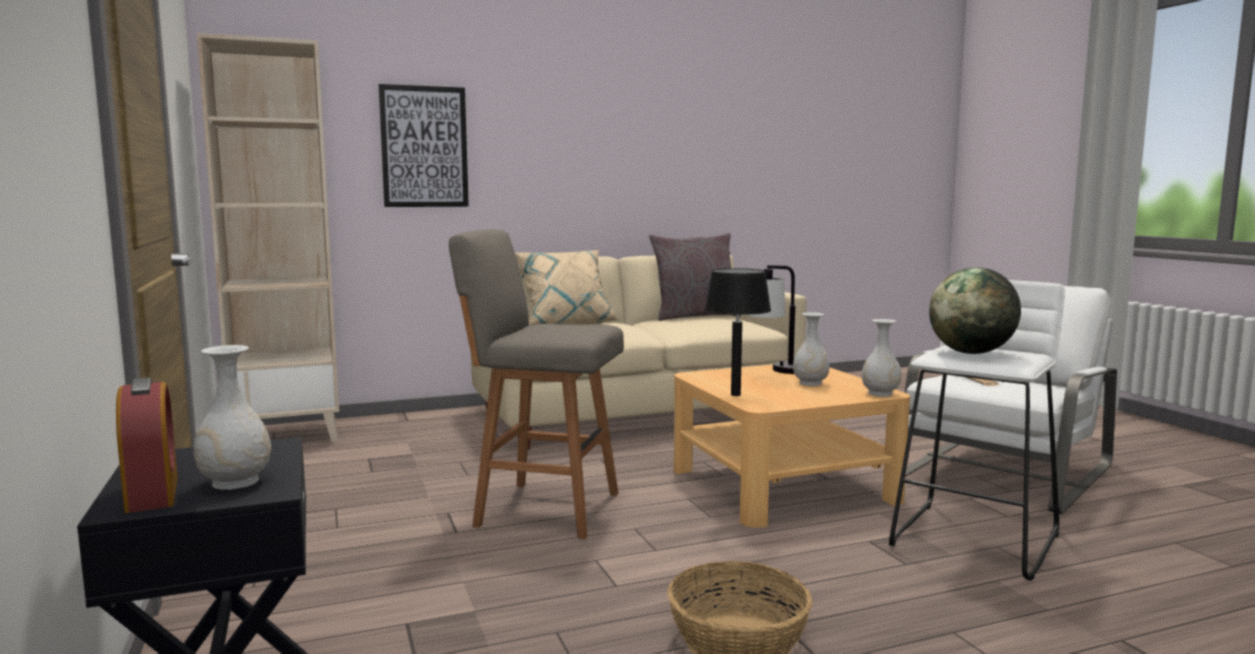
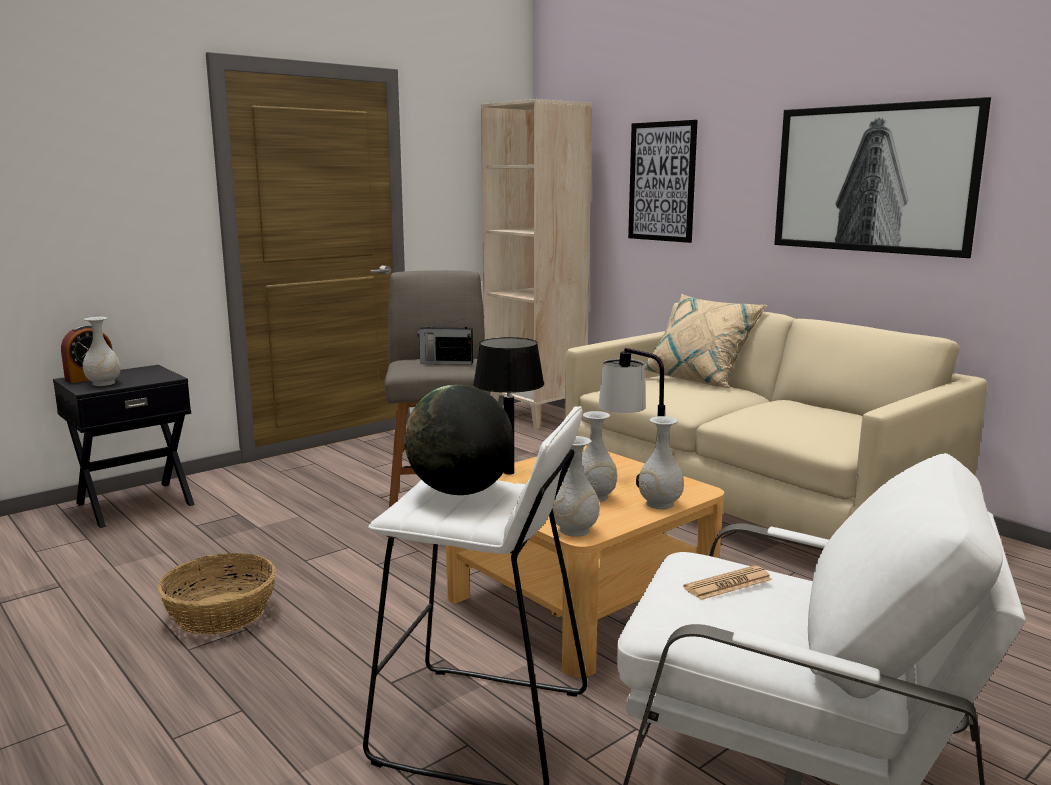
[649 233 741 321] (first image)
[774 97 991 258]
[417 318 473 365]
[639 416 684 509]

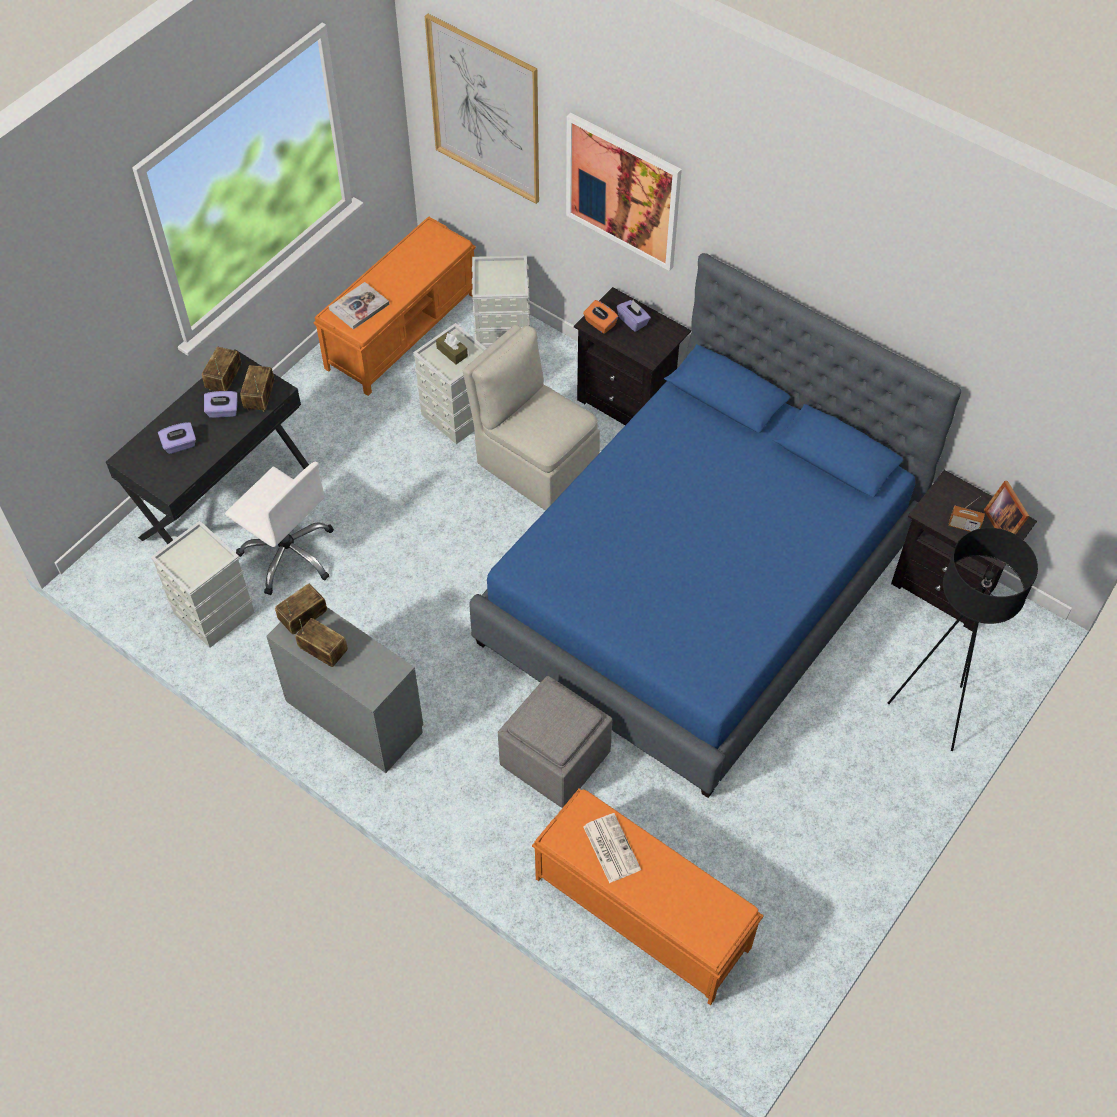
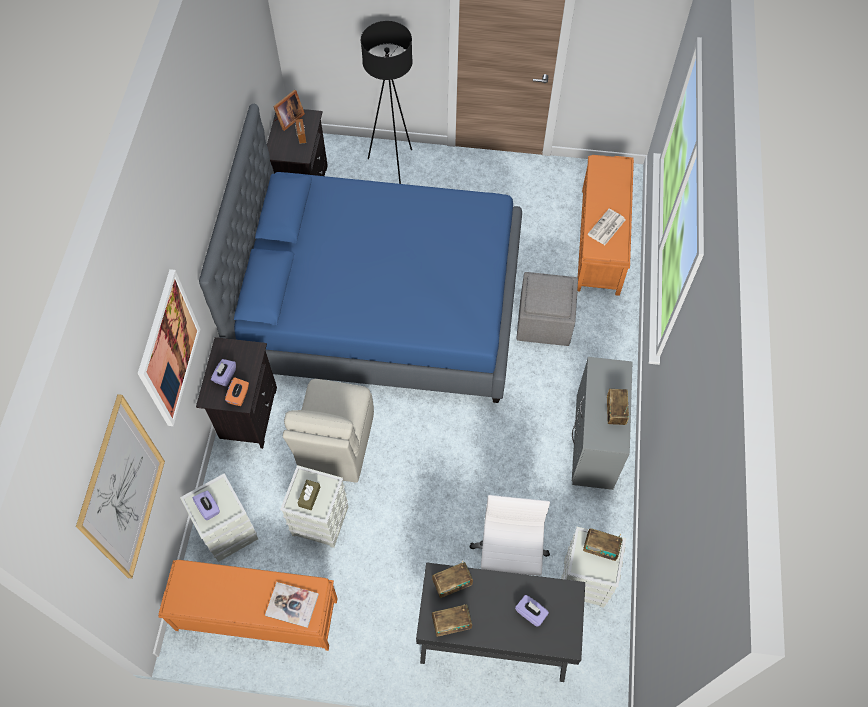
[193 490 220 520]
[583 528 623 561]

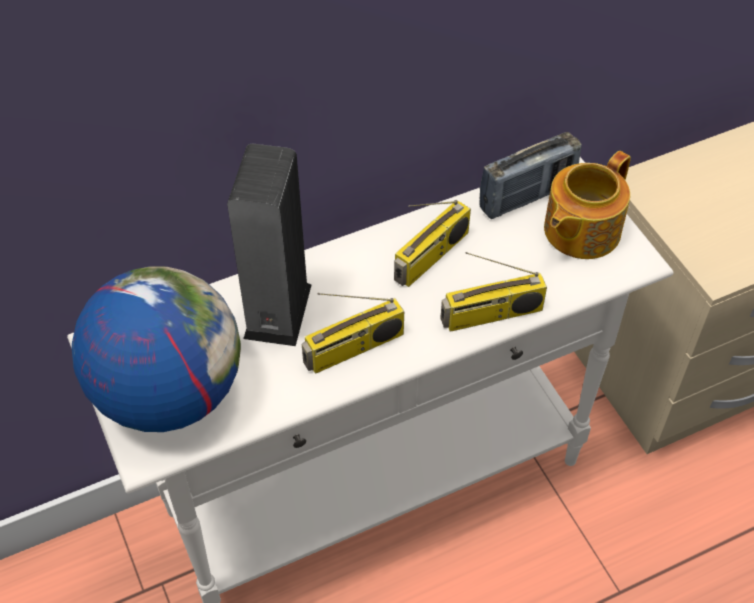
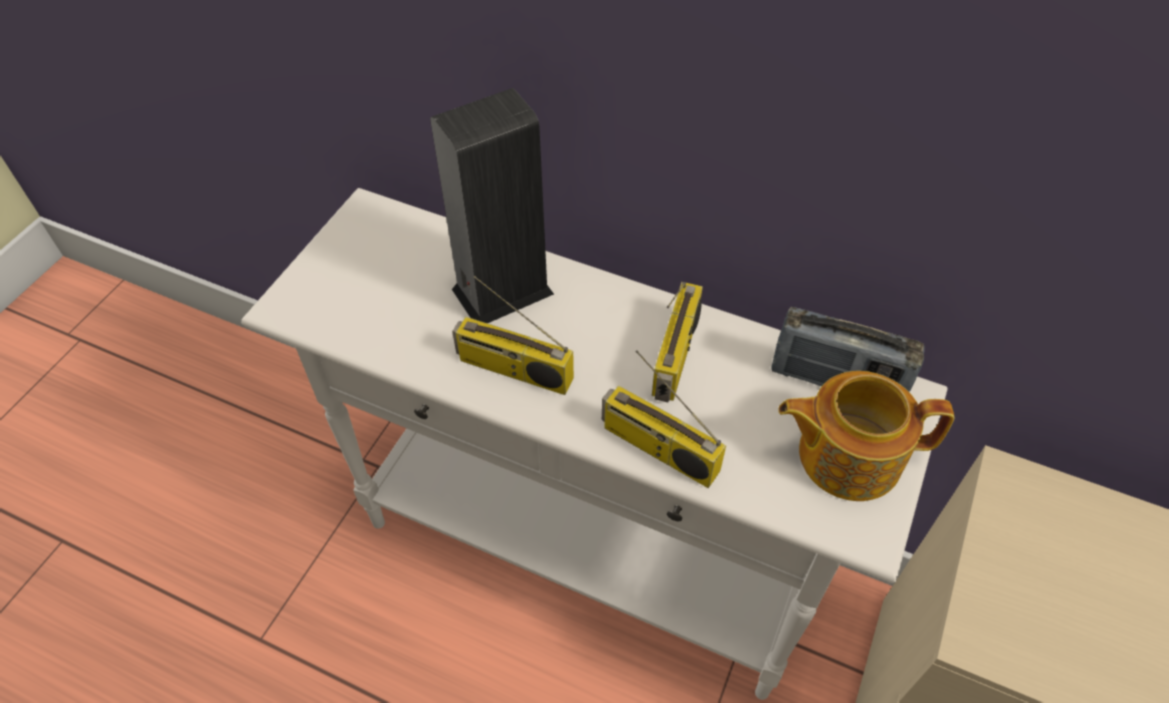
[652 282 703 402]
[72 266 241 432] (first image)

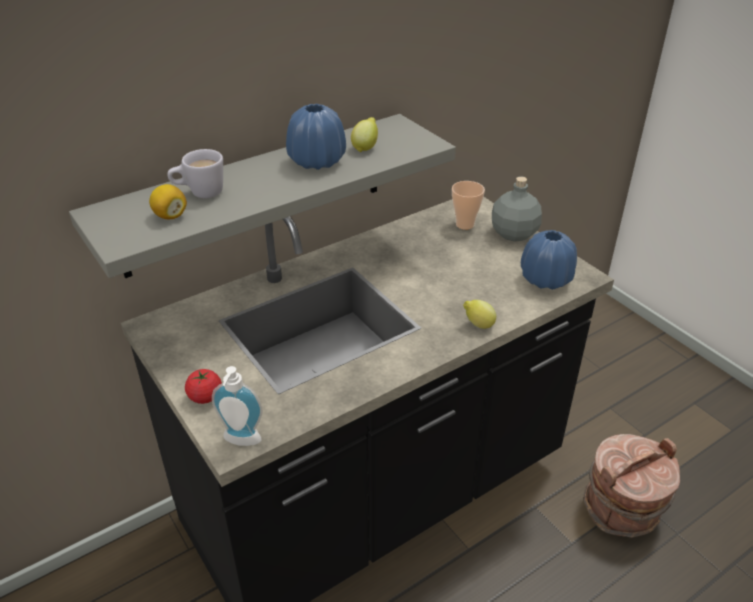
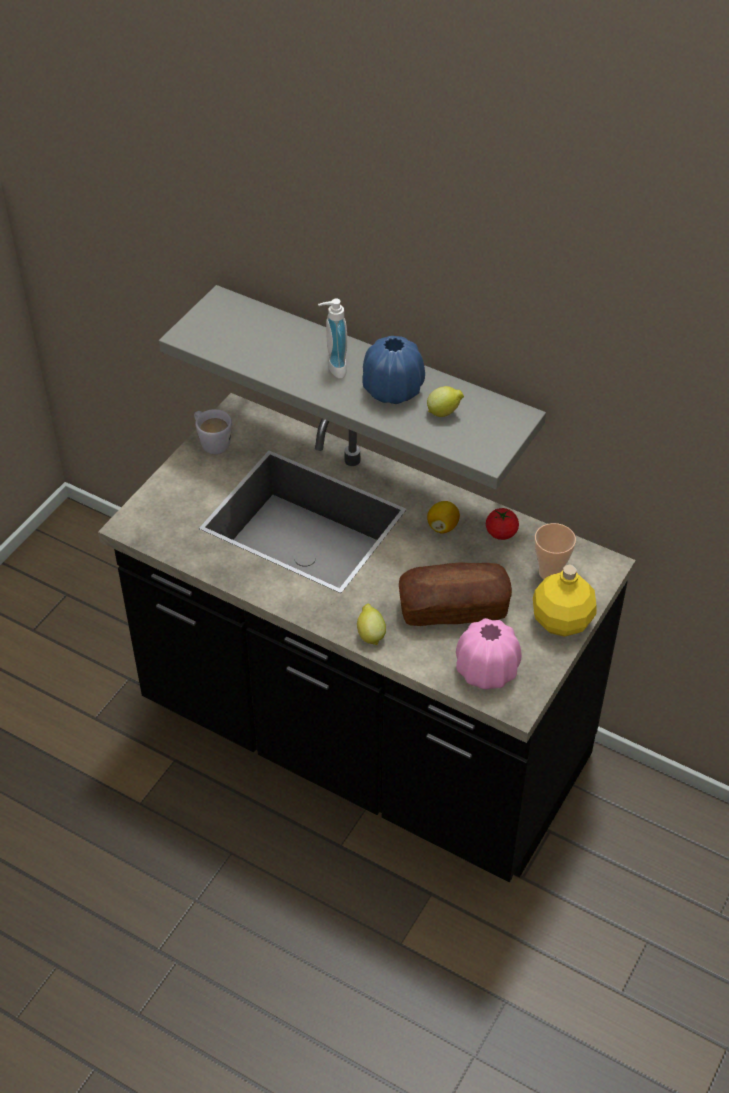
[194 409 232 454]
[533 564 596 637]
[427 501 460 534]
[456 618 522 689]
[318 299 347 379]
[486 508 519 540]
[584 434 680 538] (first image)
[399 563 512 626]

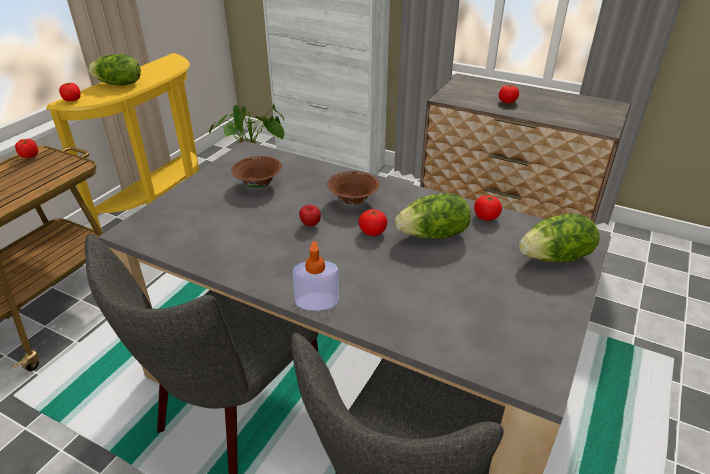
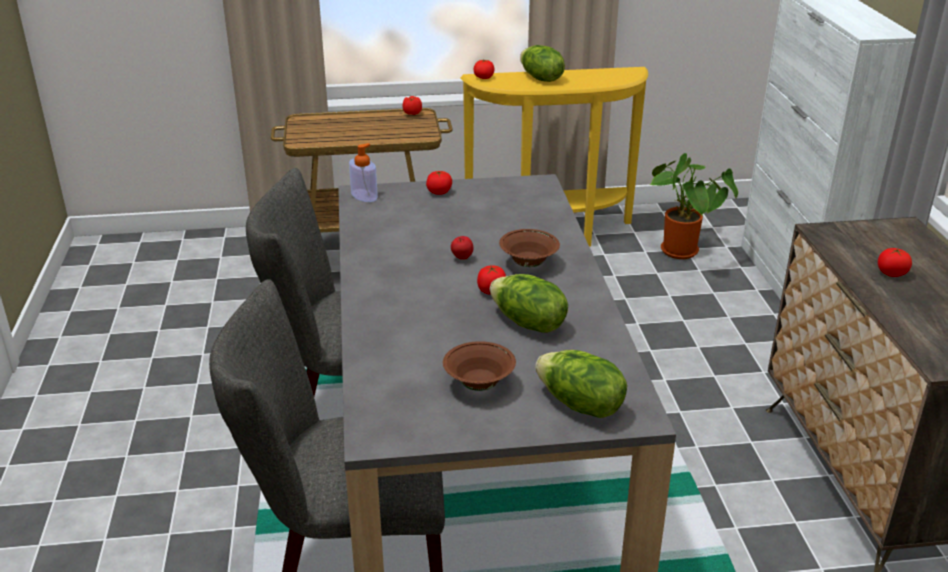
[443 341 516 391]
[426 171 452 195]
[349 143 378 202]

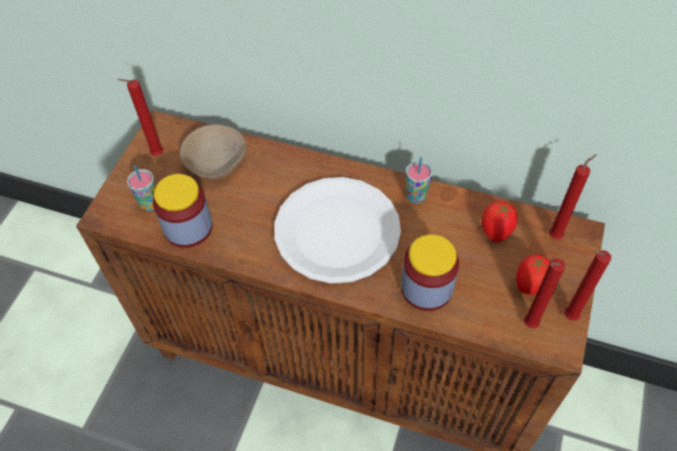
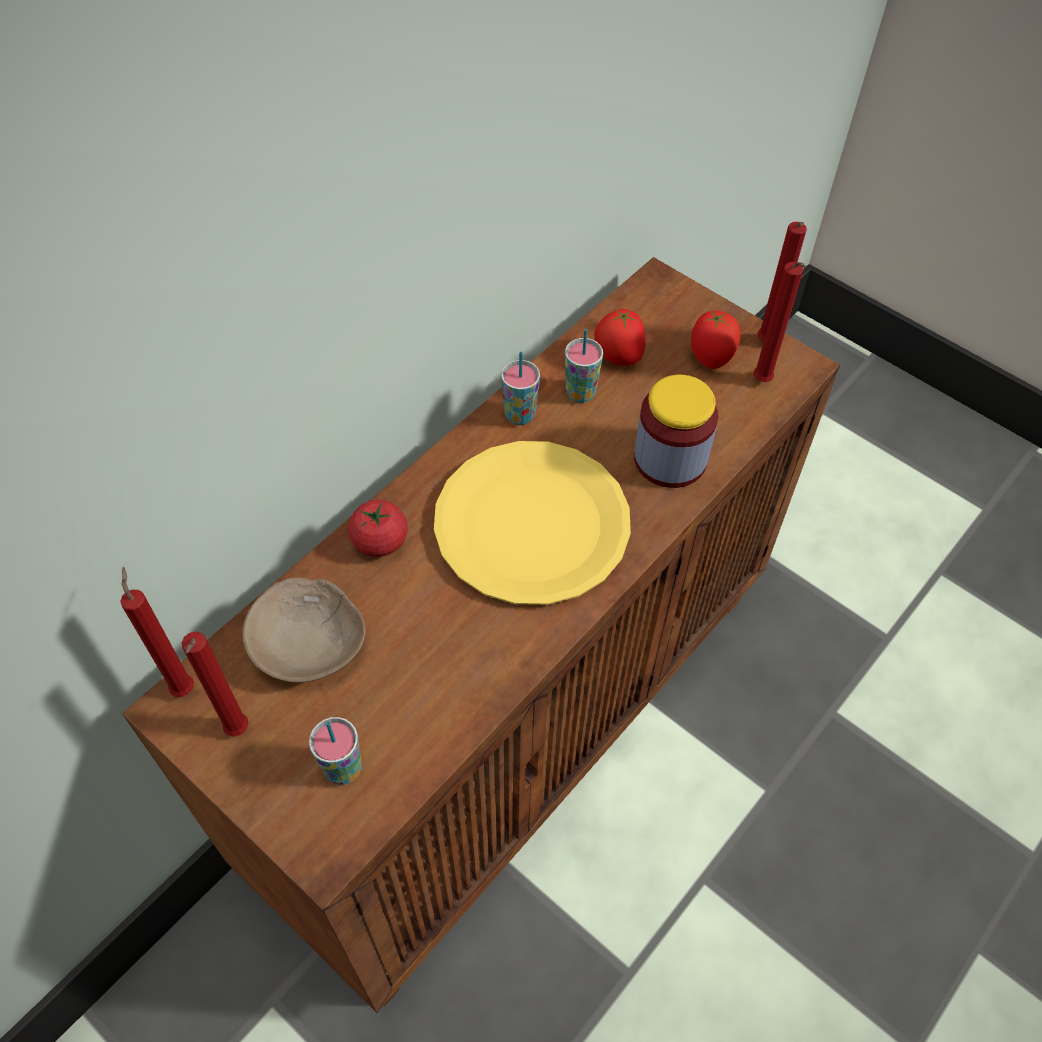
[120 566 194 697]
[153 174 213 248] (first image)
[434 441 631 605]
[565 329 603 403]
[348 500 408 557]

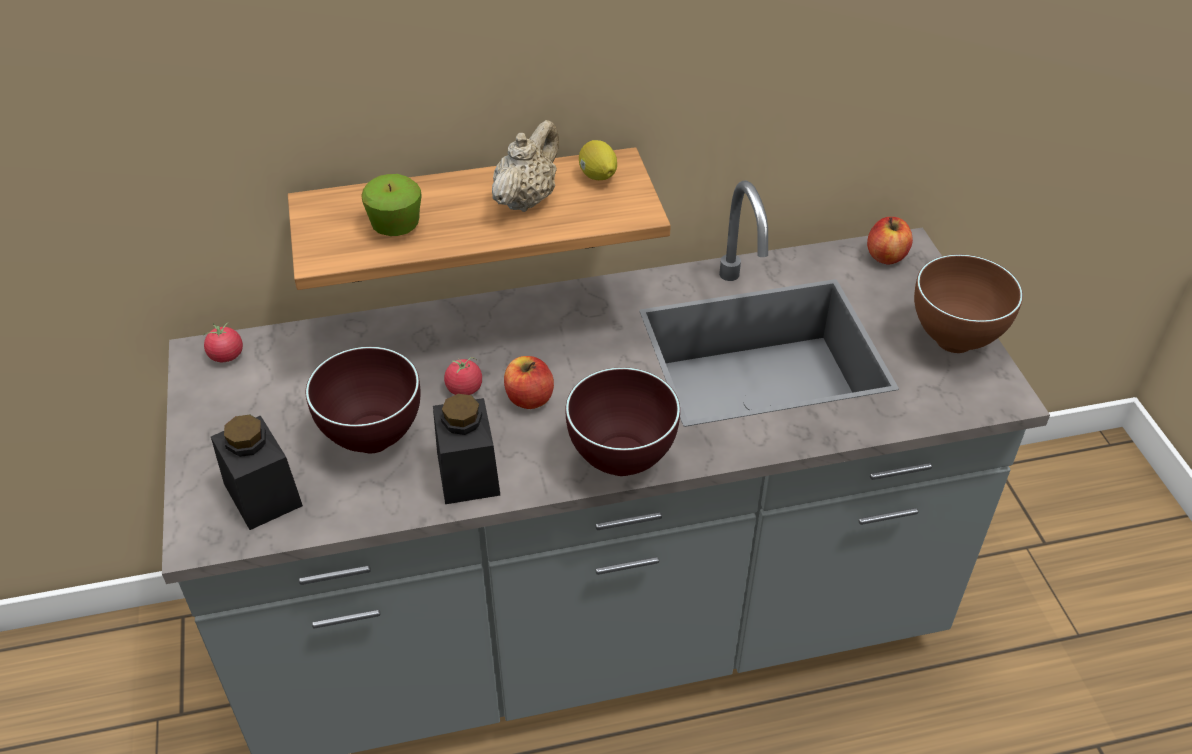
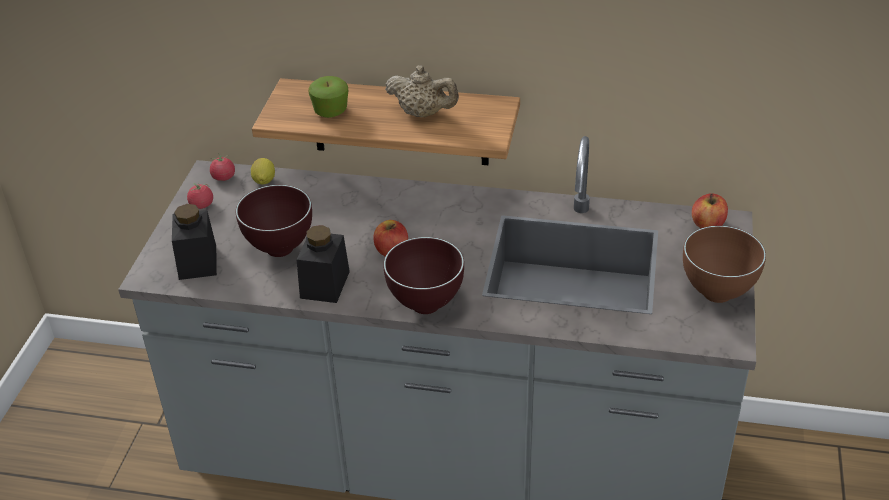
[385 65 459 118]
[250 158 275 185]
[187 183 213 209]

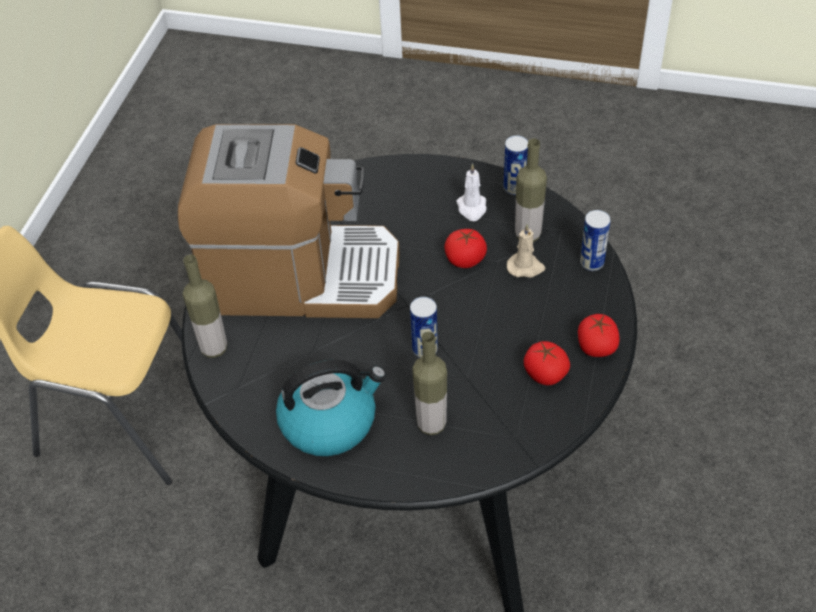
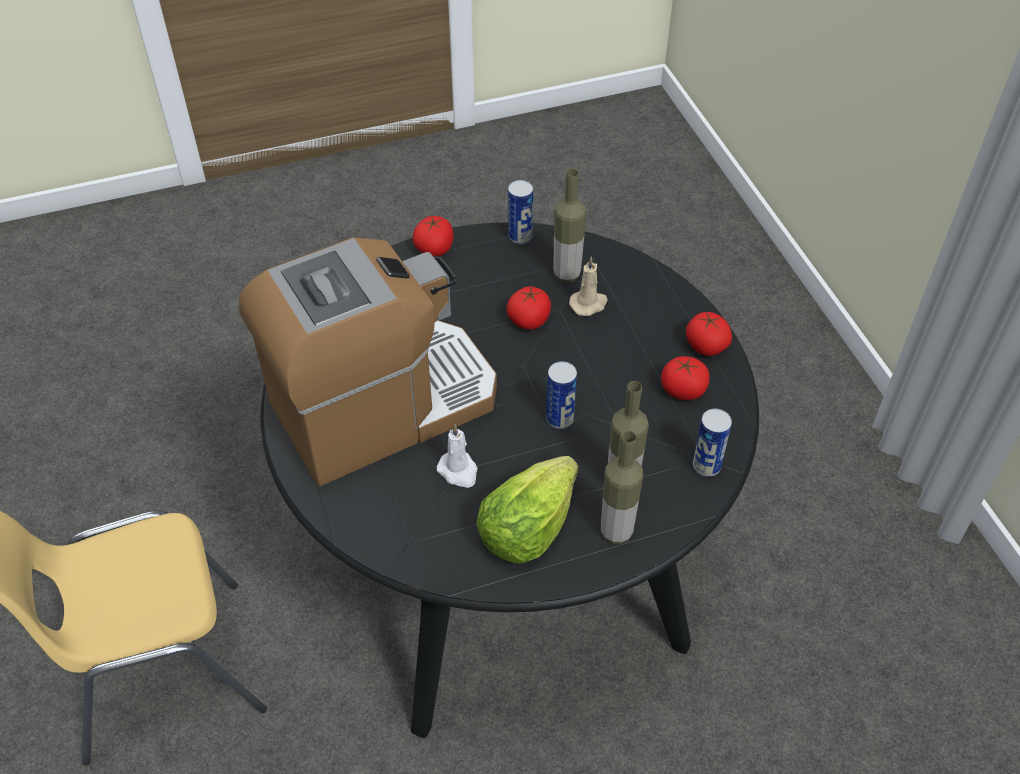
[437 424 478 488]
[693 409 732 477]
[601 431 643 544]
[476 456 578 564]
[413 215 454 257]

